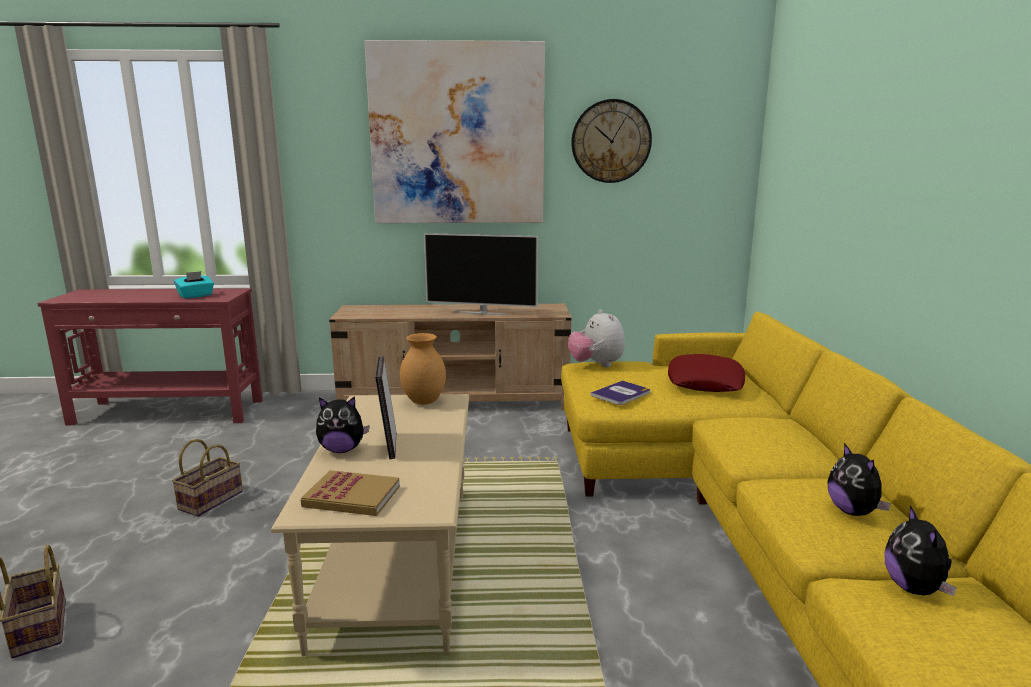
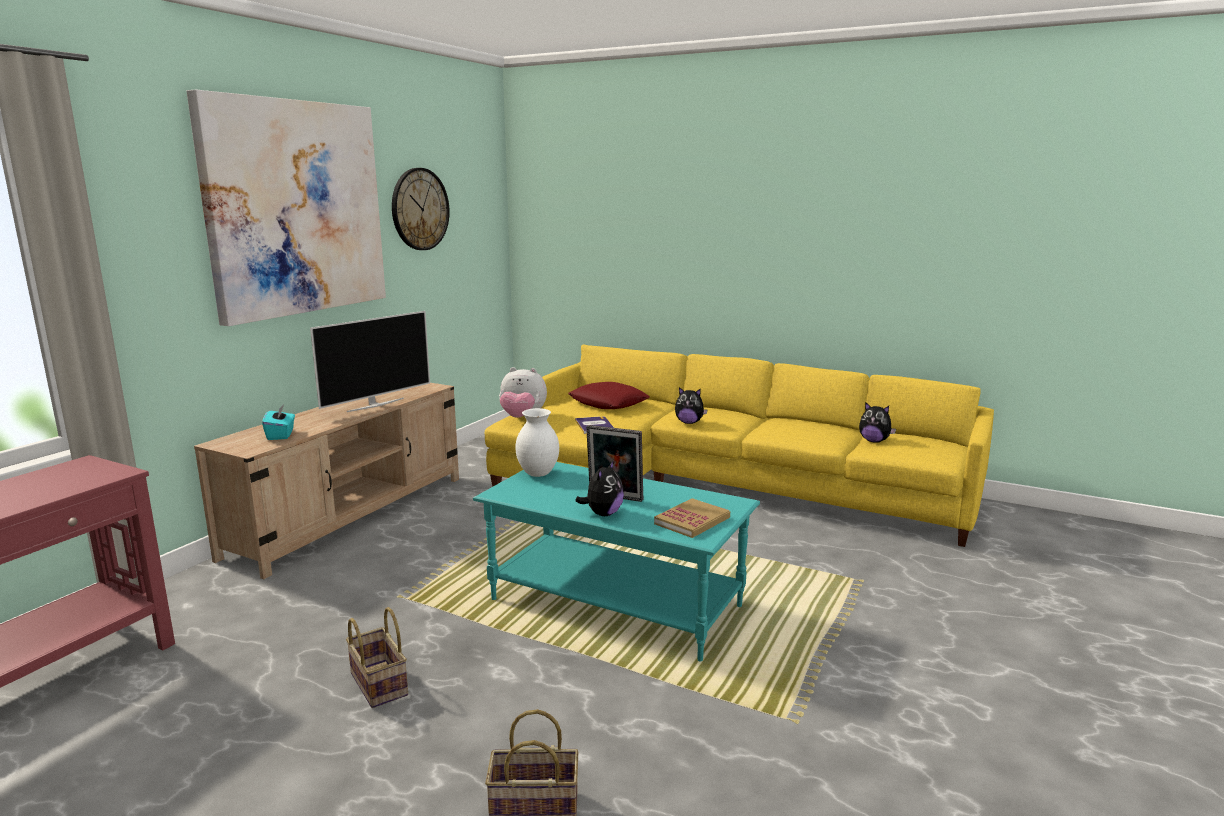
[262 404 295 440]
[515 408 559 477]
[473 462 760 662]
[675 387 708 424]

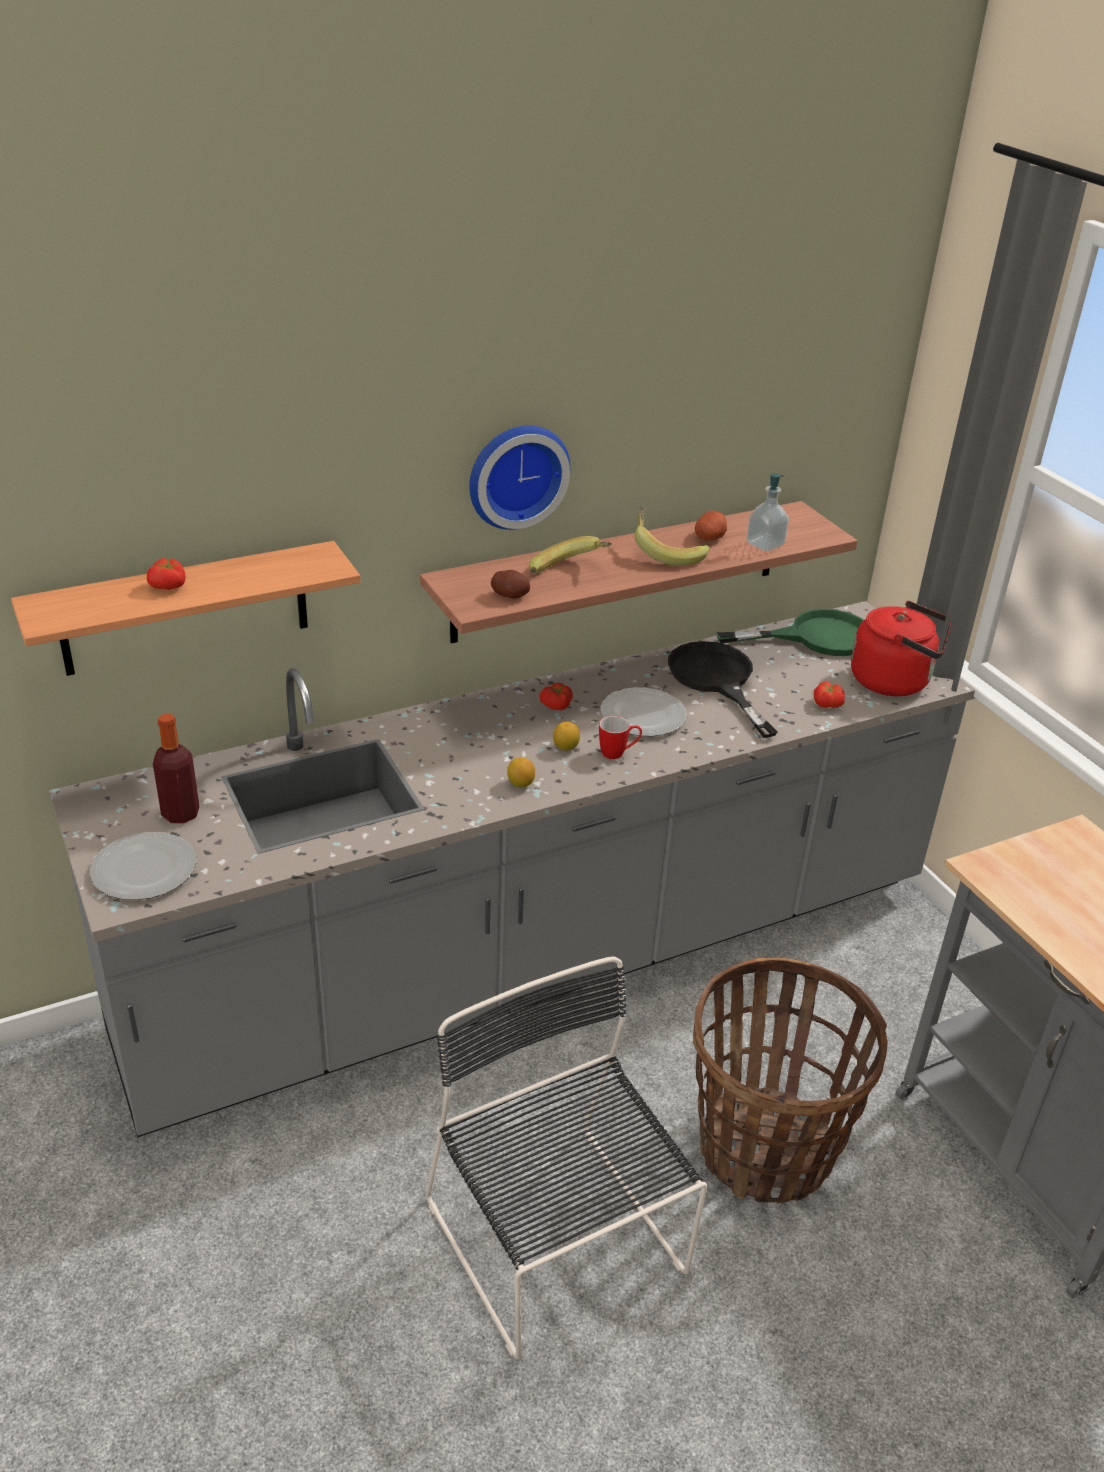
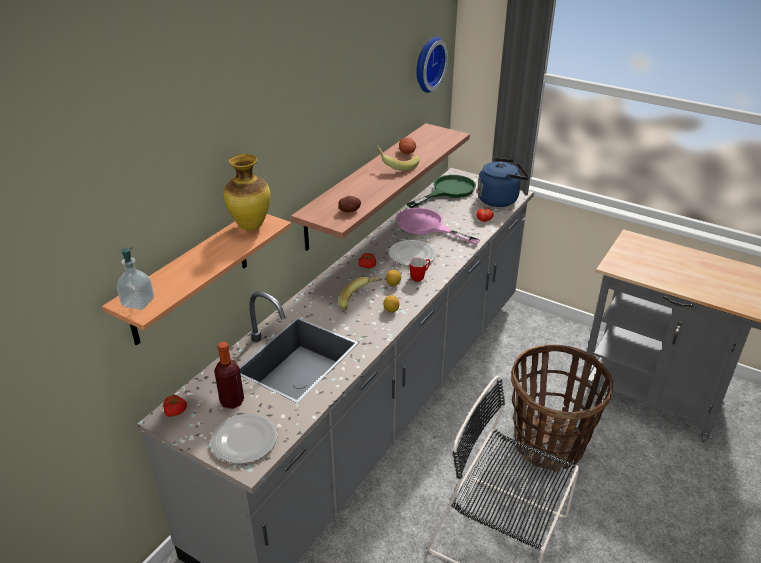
[416 37 448 93]
[117 247 154 310]
[339 277 382 310]
[163 395 187 417]
[477 158 529 207]
[396 208 480 245]
[224 154 270 231]

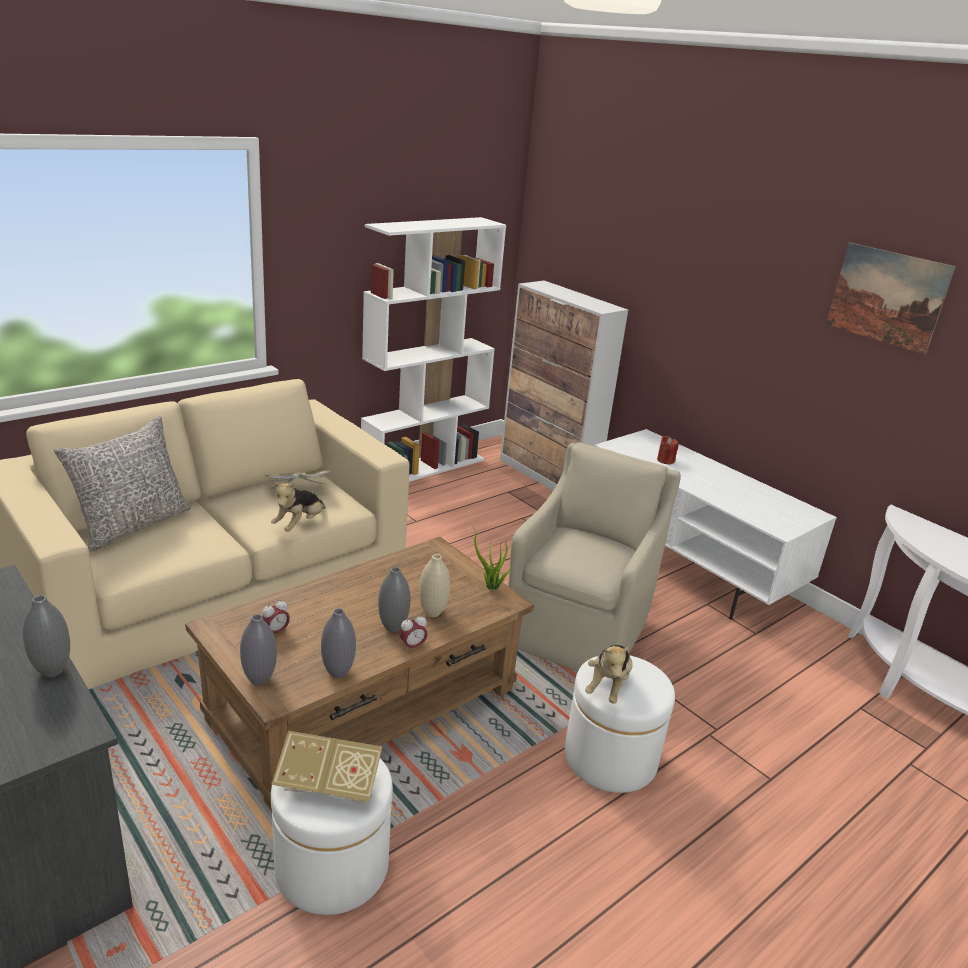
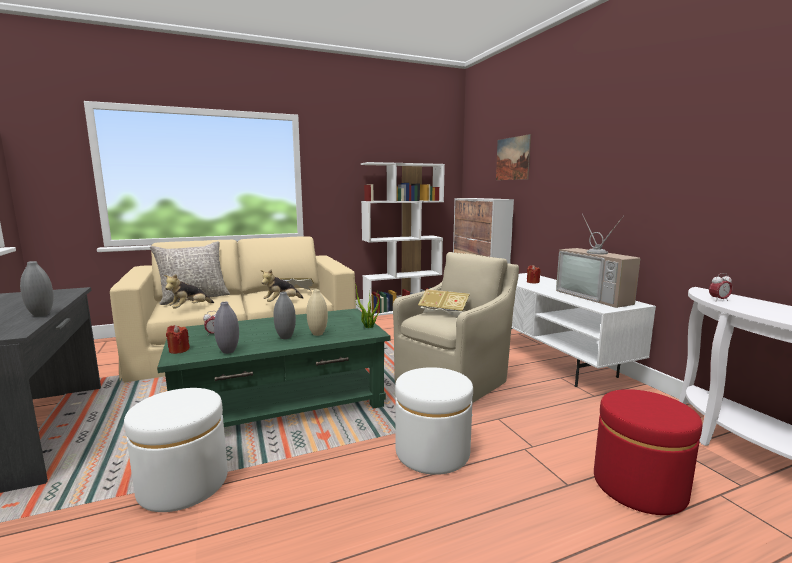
[496 134 531 180]
[157 308 390 427]
[166 325 190 354]
[709 273 733 301]
[164 274 214 309]
[418 289 470 316]
[556 214 640 308]
[594 389 702 515]

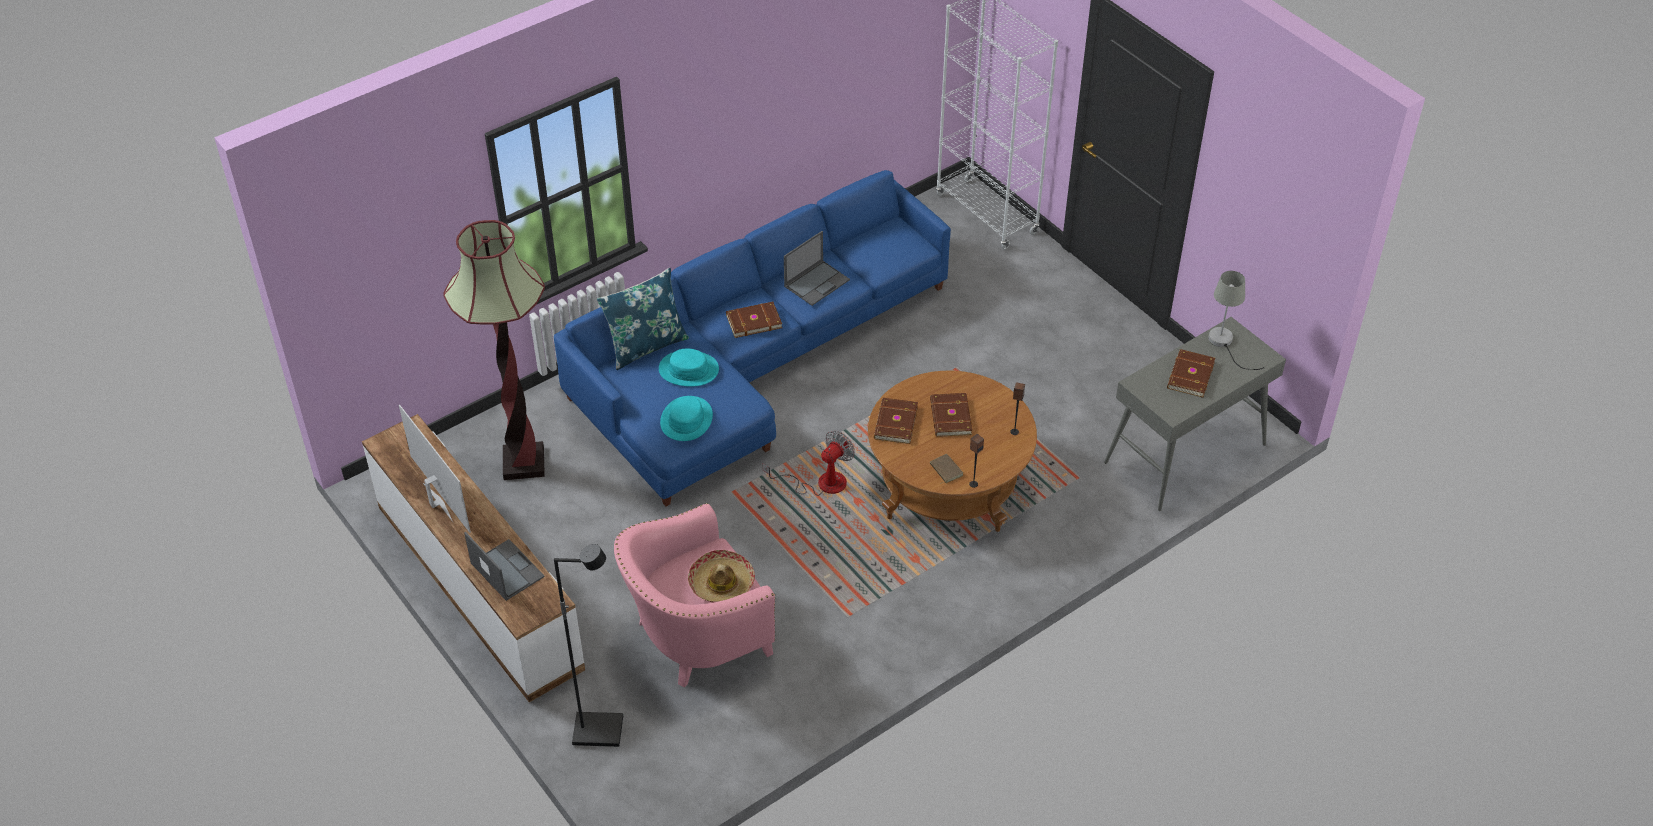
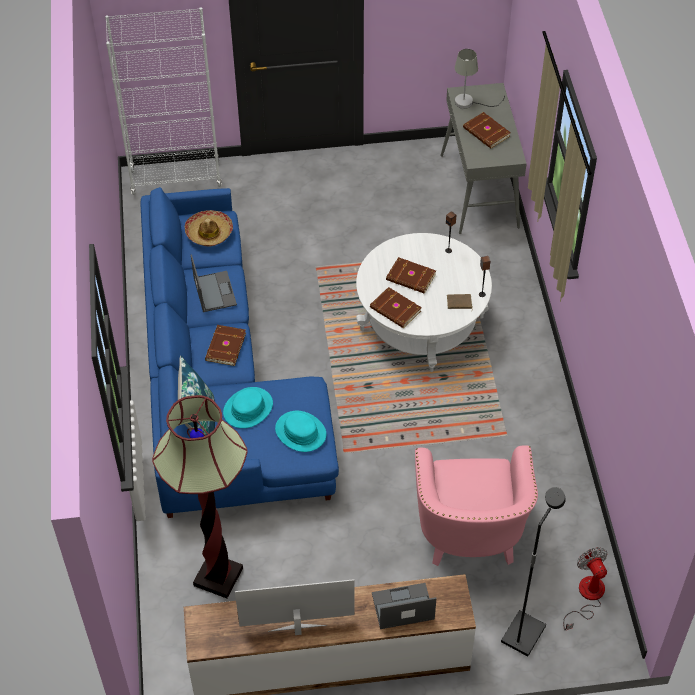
[356 233 492 372]
[563 547 608 630]
[185 210 233 246]

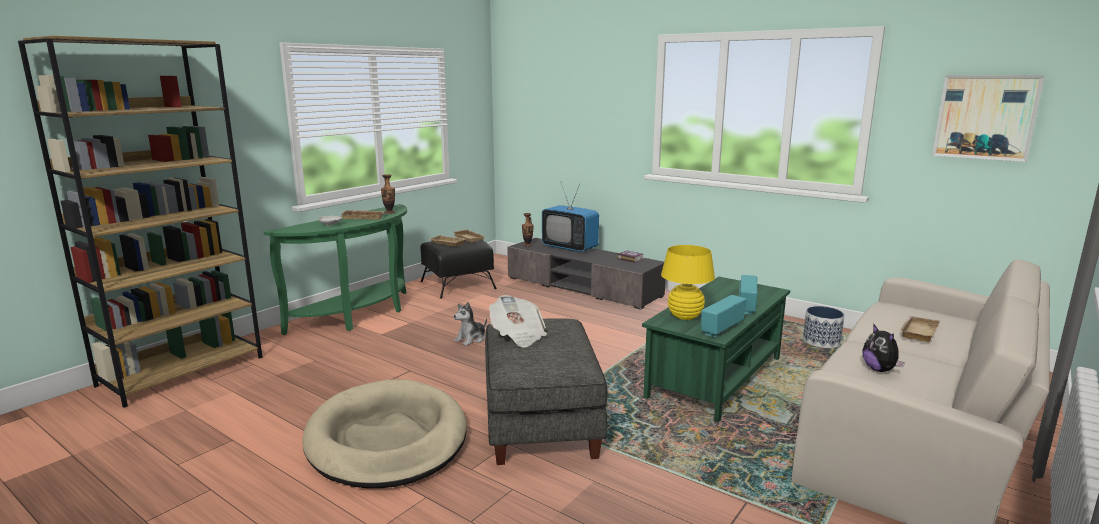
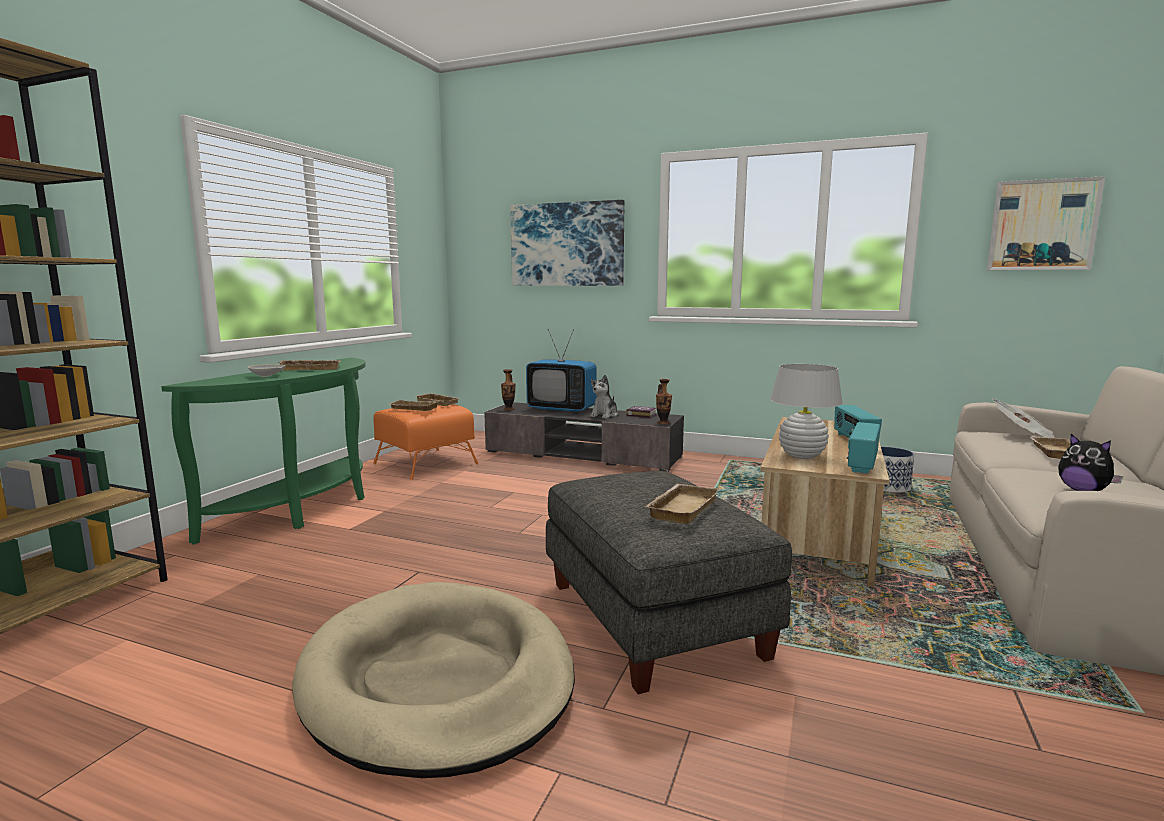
[656 379 672 424]
[373 404 479 480]
[770 364 843 459]
[760 417 889 588]
[992 399 1055 438]
[590 375 618 419]
[510 200 624 286]
[644 484 719 524]

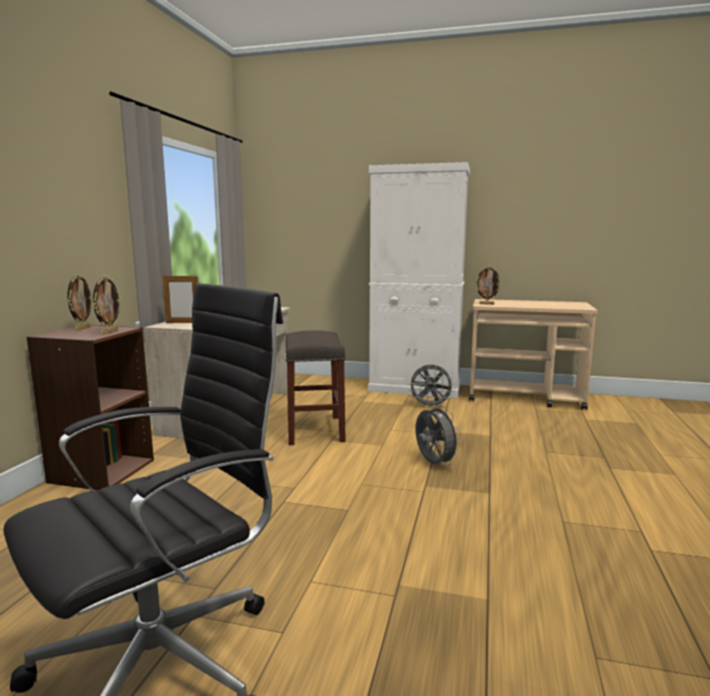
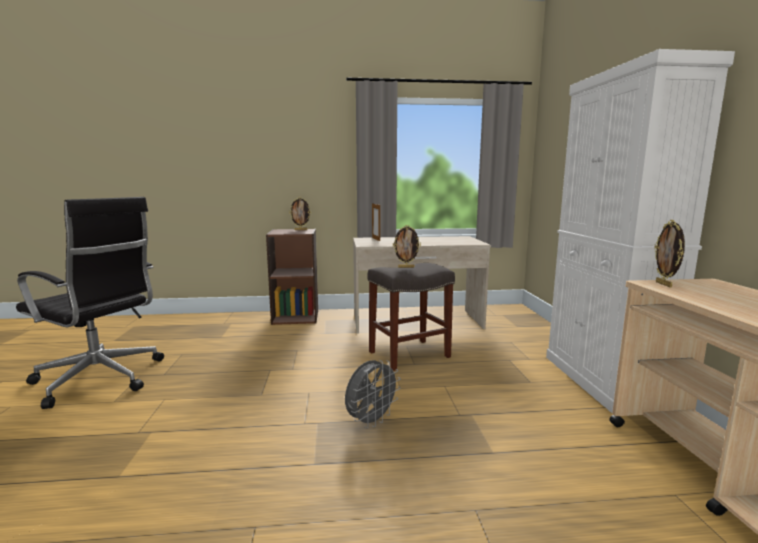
[393 225 421 268]
[408 364 455 408] (first image)

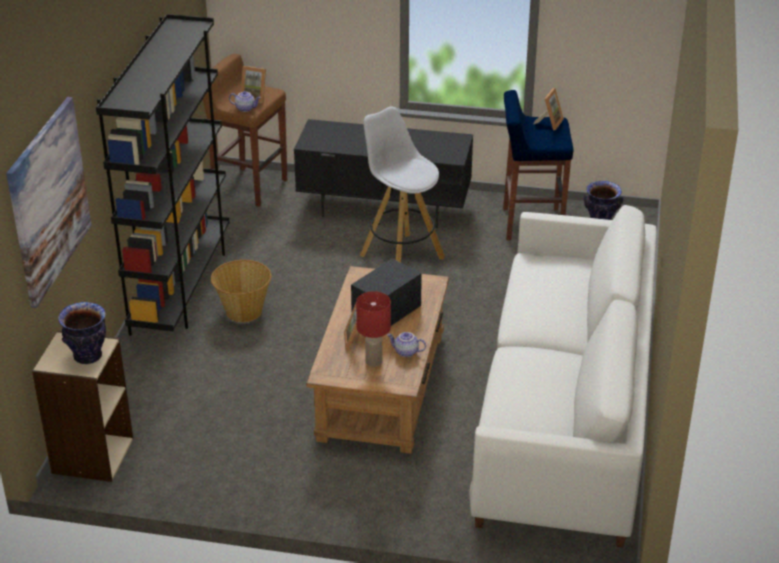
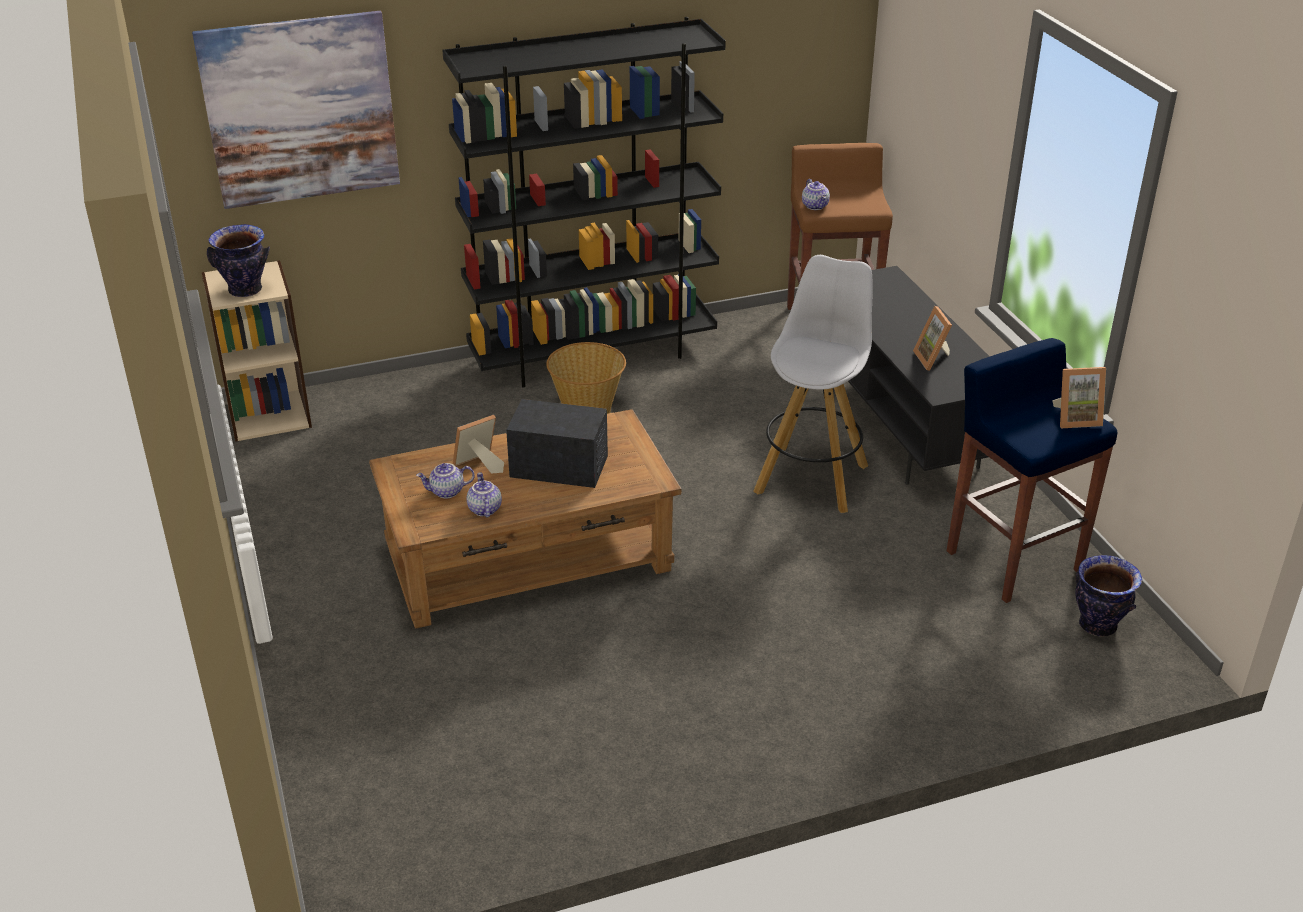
[913 306 952 371]
[470 205 657 547] (first image)
[416 463 475 499]

